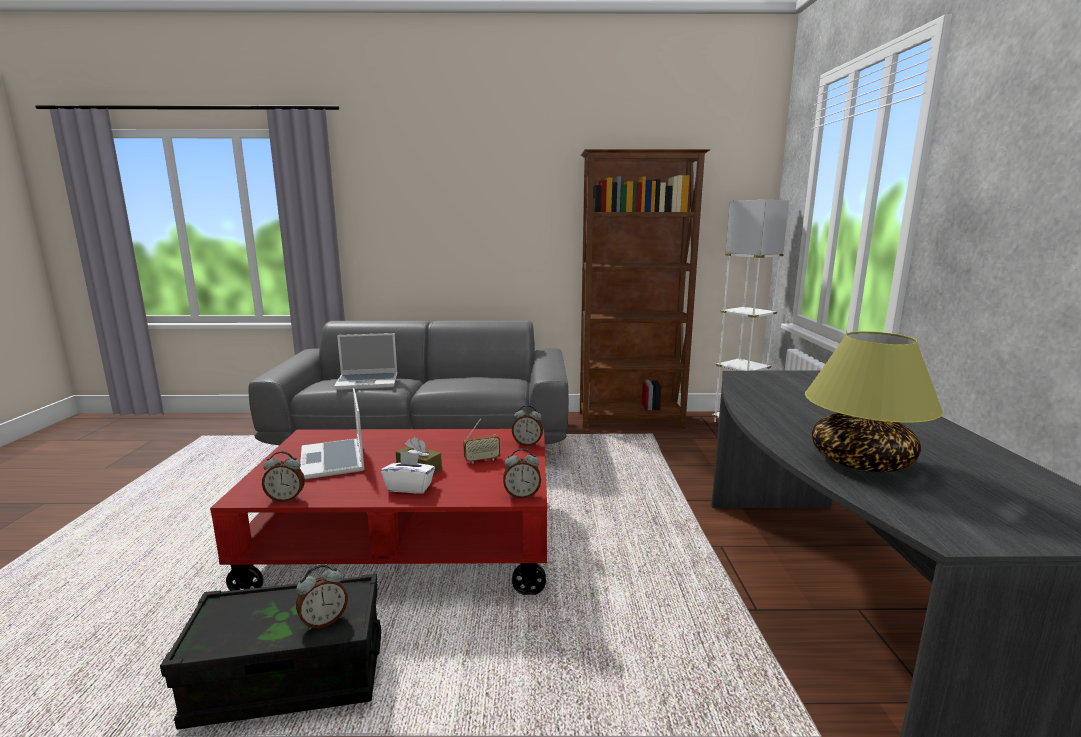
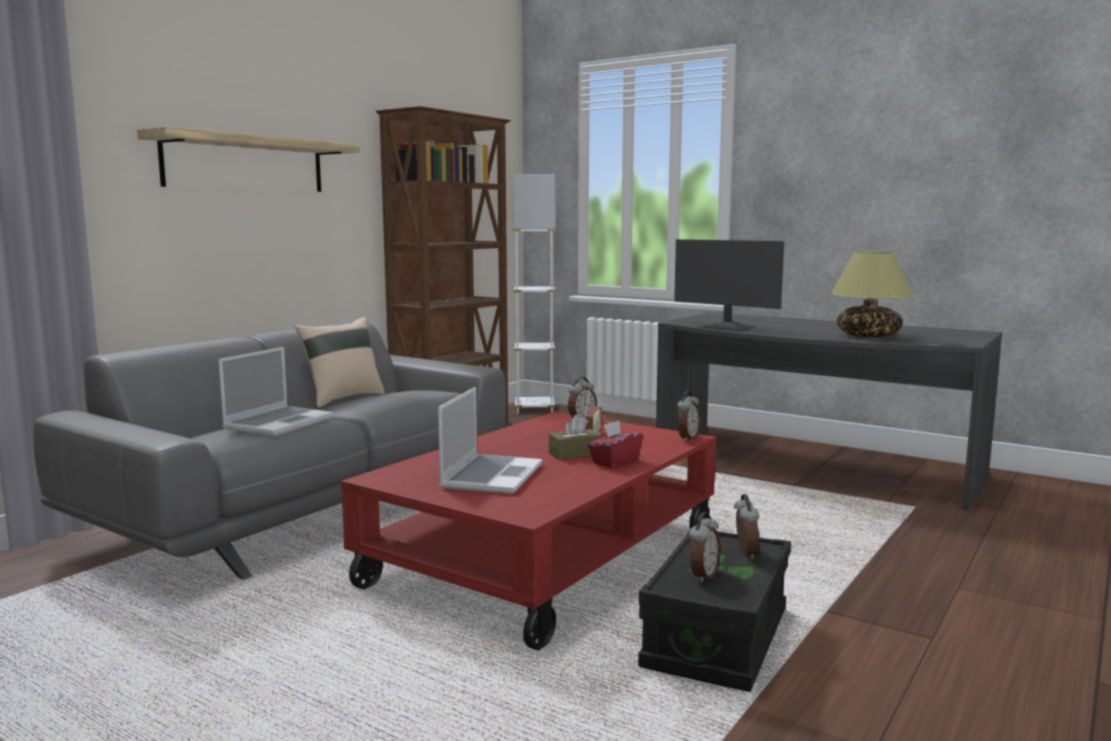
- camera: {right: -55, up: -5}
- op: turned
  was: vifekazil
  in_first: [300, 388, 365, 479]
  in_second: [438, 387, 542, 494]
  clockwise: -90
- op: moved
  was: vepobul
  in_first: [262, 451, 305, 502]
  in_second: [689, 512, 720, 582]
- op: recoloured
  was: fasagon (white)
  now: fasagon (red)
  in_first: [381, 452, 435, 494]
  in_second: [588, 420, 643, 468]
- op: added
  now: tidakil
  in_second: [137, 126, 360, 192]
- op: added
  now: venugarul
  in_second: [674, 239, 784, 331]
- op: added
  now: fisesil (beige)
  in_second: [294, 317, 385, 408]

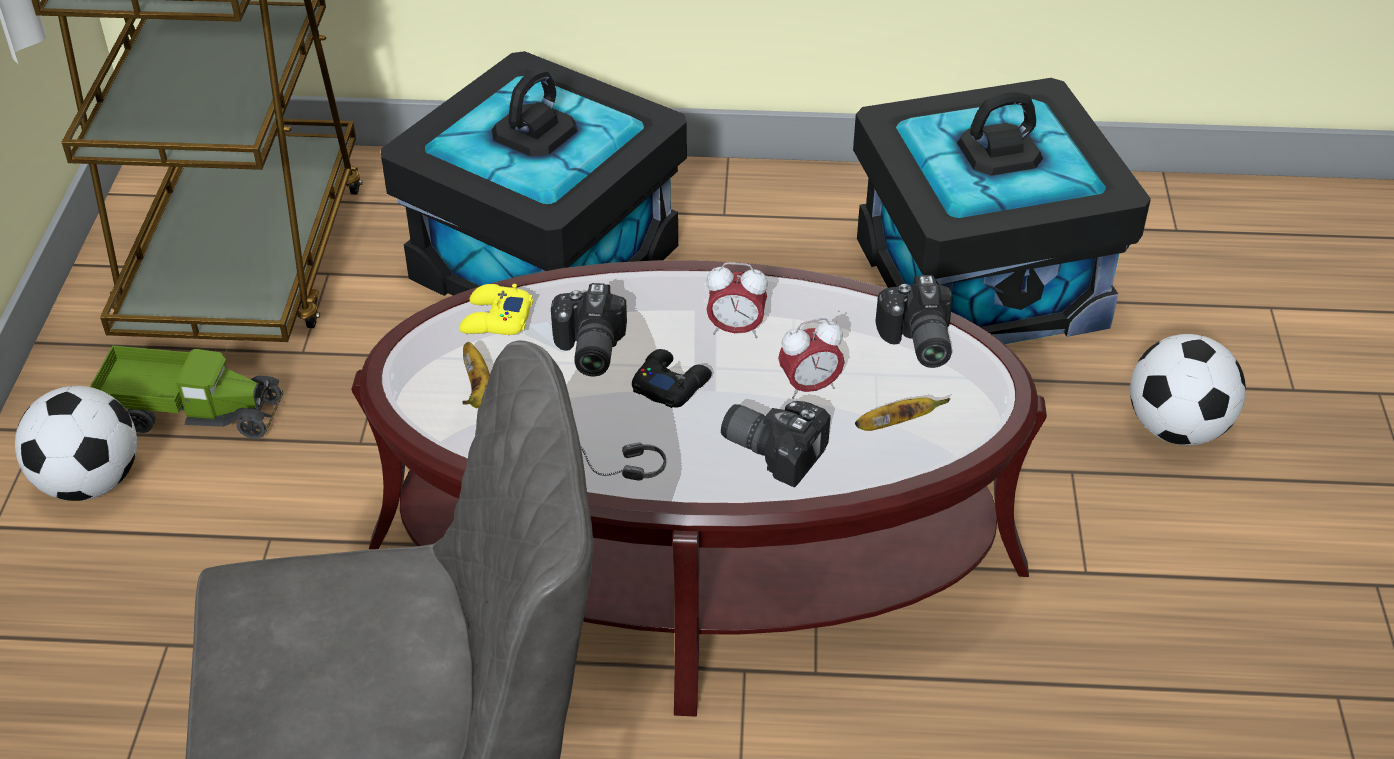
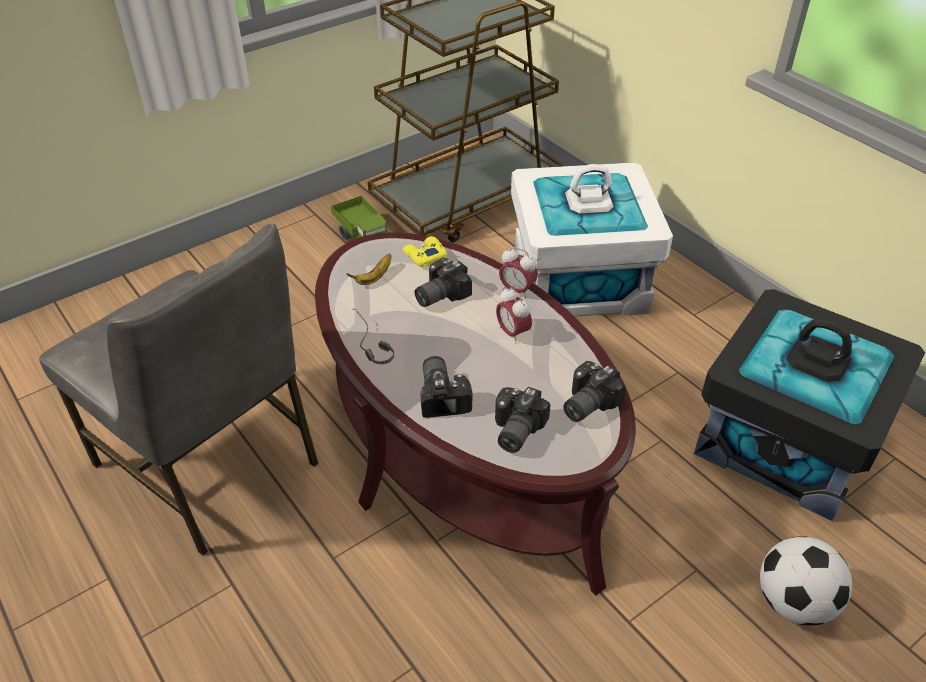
- camera: {right: 50, up: 0}
- op: recoloured
  was: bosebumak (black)
  now: bosebumak (white)
  in_first: [381, 51, 687, 296]
  in_second: [511, 162, 673, 317]
- op: moved
  was: vepobul
  in_first: [778, 318, 845, 399]
  in_second: [499, 247, 538, 298]
- op: removed
  was: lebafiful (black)
  in_first: [632, 349, 712, 408]
- op: removed
  was: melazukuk
  in_first: [15, 386, 137, 501]
- op: replaced
  was: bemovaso
  now: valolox
  in_first: [855, 397, 950, 431]
  in_second: [495, 387, 550, 453]

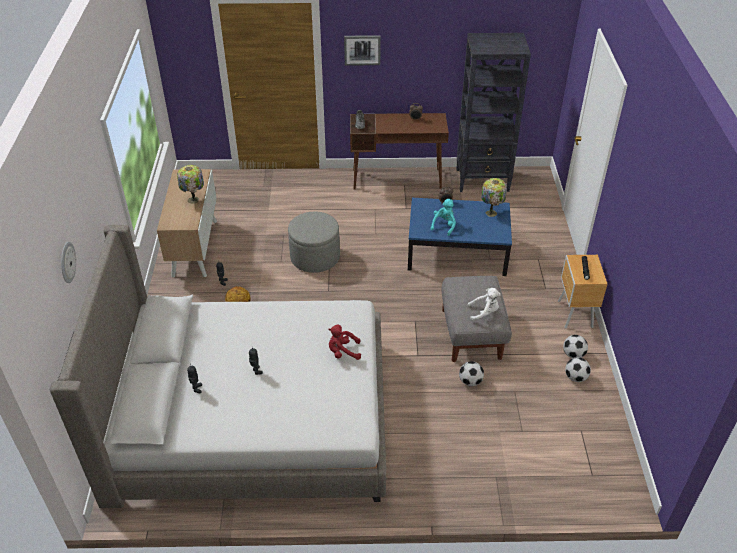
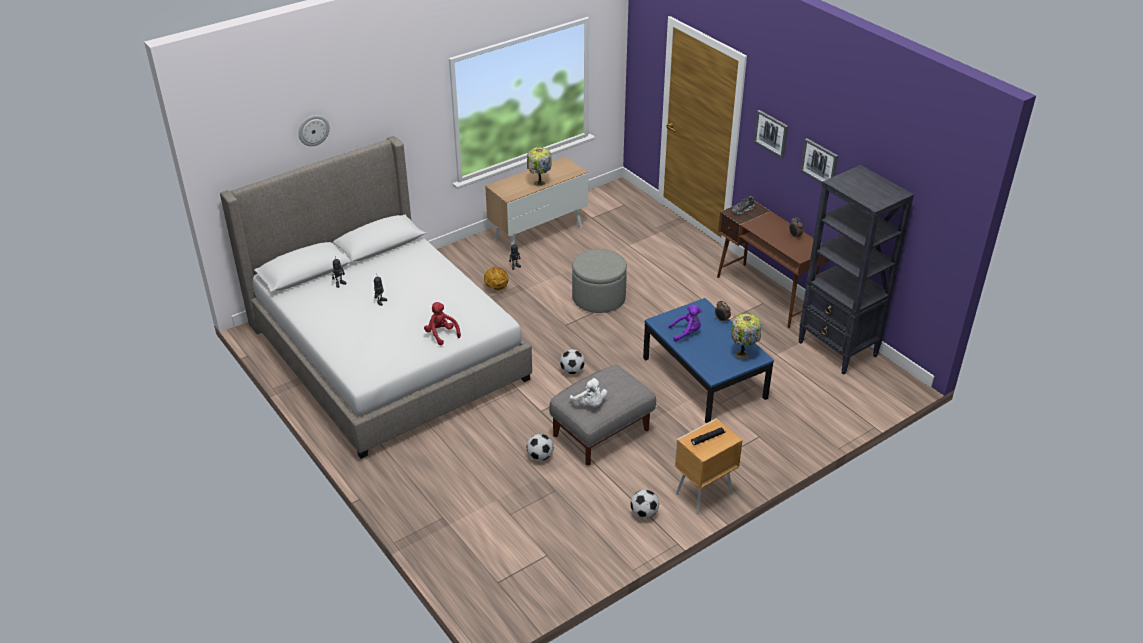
- camera: {right: 55, up: -5}
- op: recoloured
  was: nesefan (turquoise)
  now: nesefan (purple)
  in_first: [431, 199, 456, 236]
  in_second: [669, 305, 702, 342]
- op: moved
  was: melazukuk
  in_first: [565, 357, 591, 382]
  in_second: [560, 349, 585, 374]
- op: added
  now: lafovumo
  in_second: [800, 138, 838, 183]

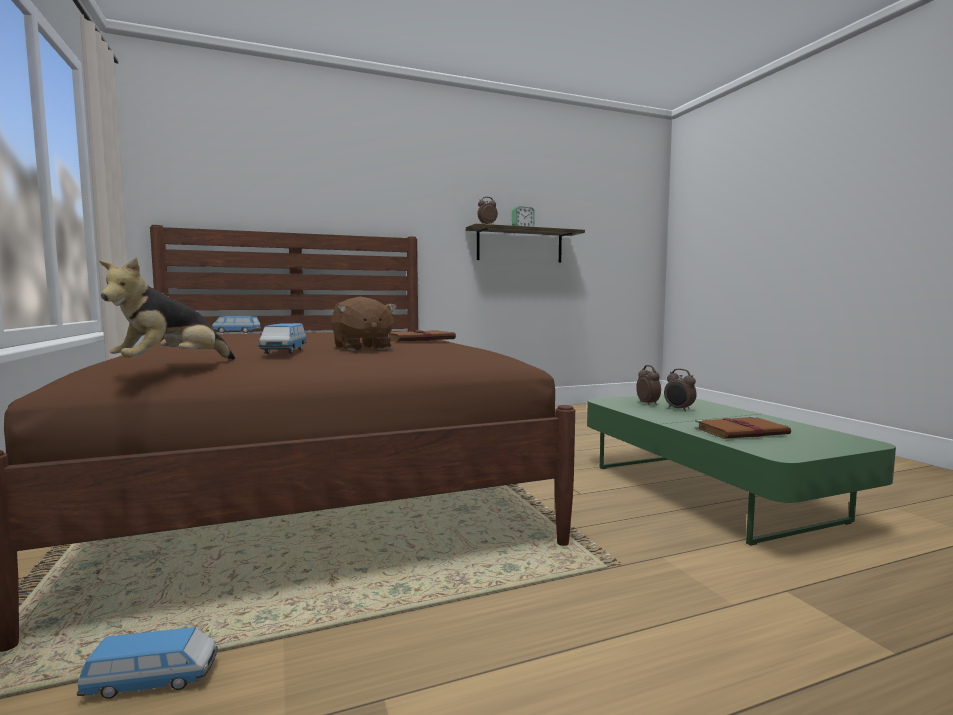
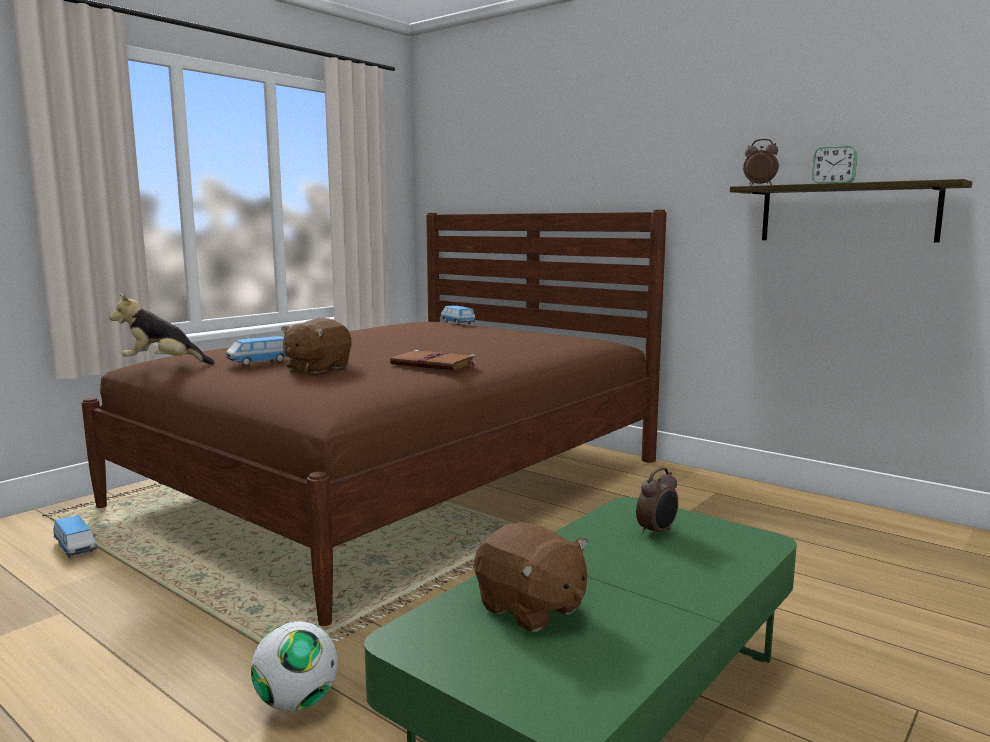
- camera: {right: 60, up: 5}
- op: removed
  was: vepobul
  in_first: [664, 369, 697, 412]
- op: replaced
  was: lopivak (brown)
  now: nesefan (brown)
  in_first: [695, 416, 791, 439]
  in_second: [474, 522, 588, 632]
- op: added
  now: melazukuk
  in_second: [251, 621, 338, 711]

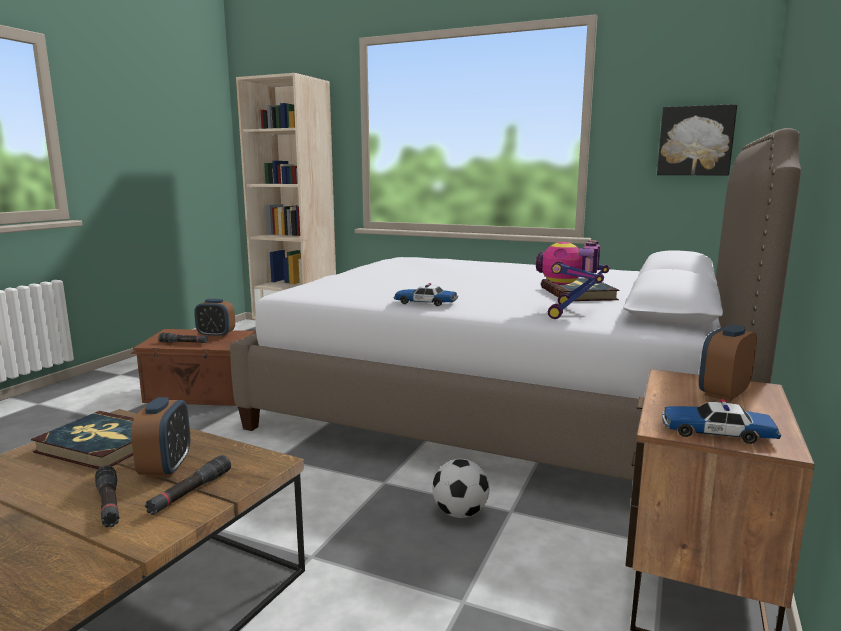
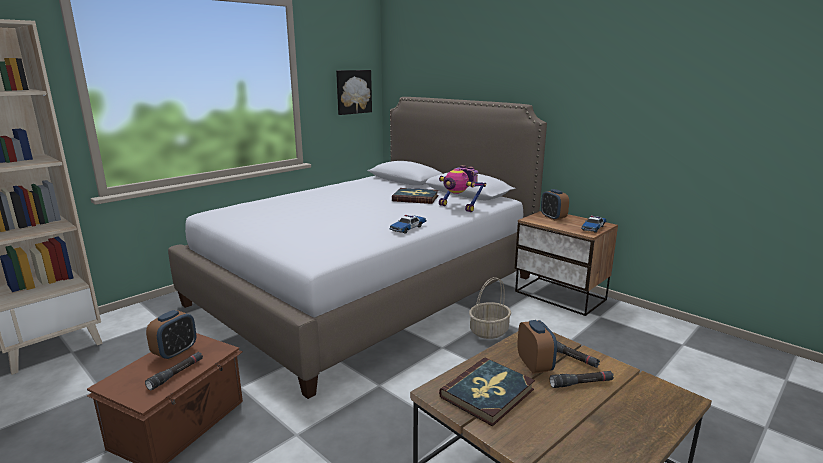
- camera: {right: -70, up: 5}
- op: turned
  was: vepobul
  in_first: [131, 397, 190, 477]
  in_second: [517, 320, 557, 374]
  clockwise: 60
- op: replaced
  was: melazukuk
  now: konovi
  in_first: [432, 459, 489, 518]
  in_second: [469, 277, 511, 339]

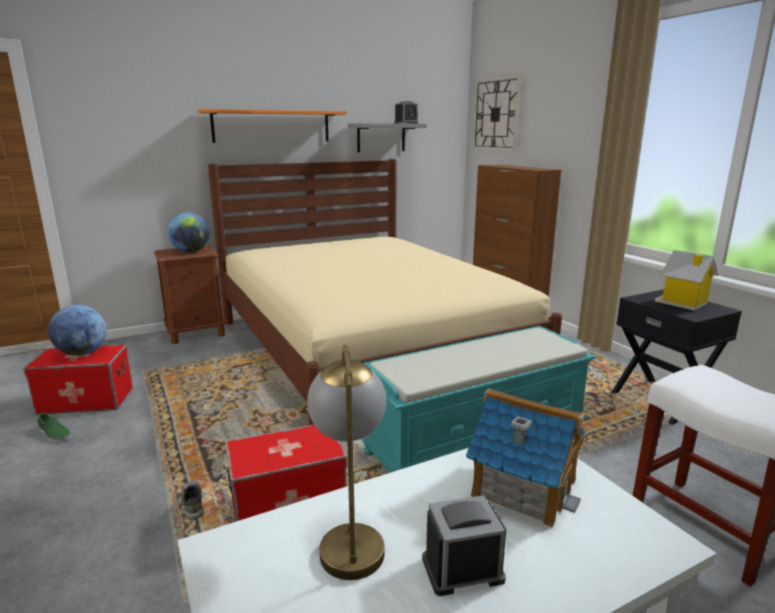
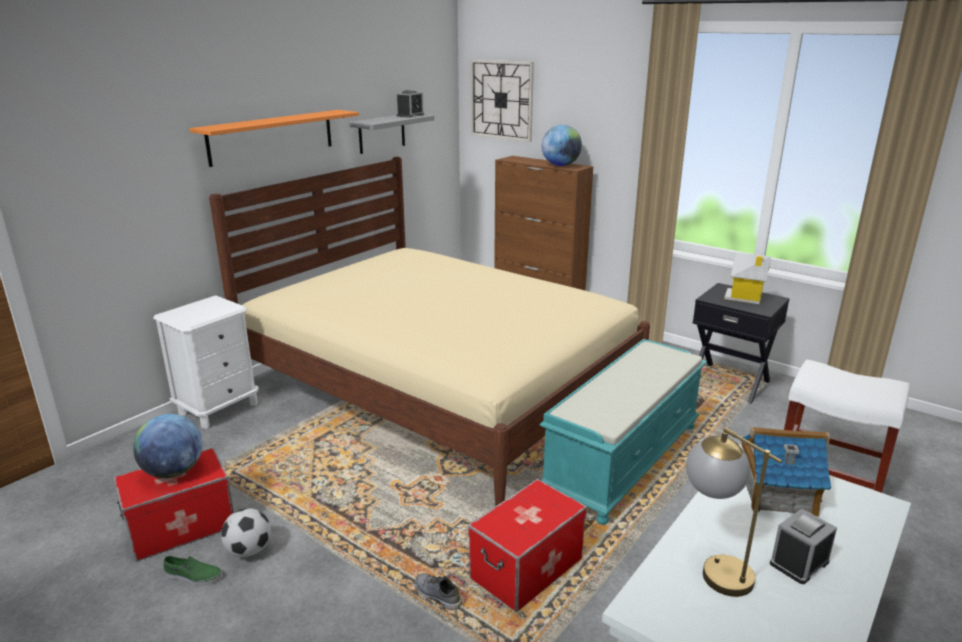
- camera: {right: -25, up: 5}
- op: moved
  was: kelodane
  in_first: [168, 212, 210, 252]
  in_second: [542, 125, 582, 166]
- op: recoloured
  was: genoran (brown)
  now: genoran (white)
  in_first: [154, 245, 226, 344]
  in_second: [153, 295, 259, 429]
- op: added
  now: melazukuk
  in_second: [221, 508, 271, 558]

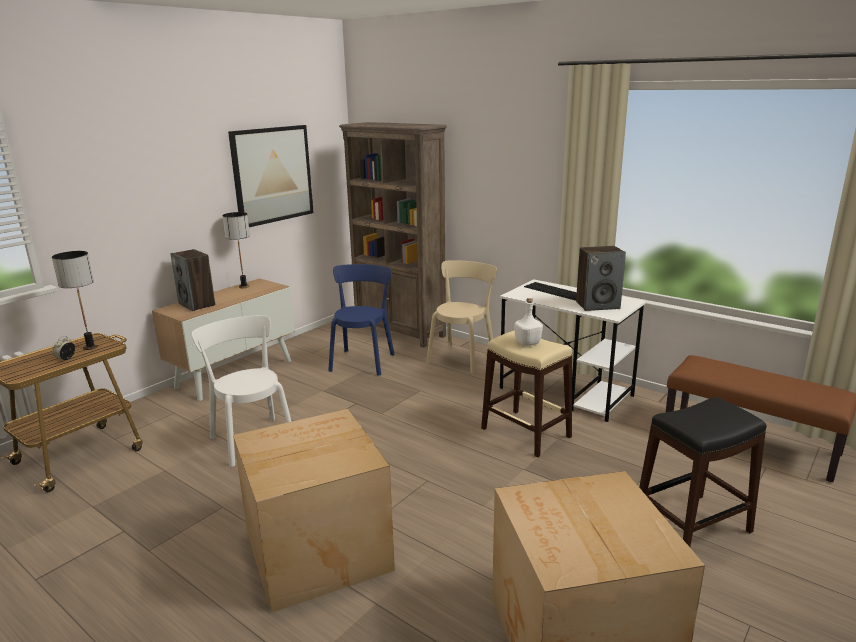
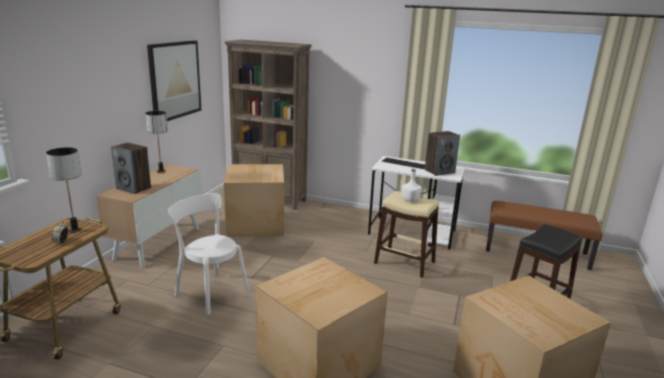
- camera: {right: -20, up: 0}
- op: removed
  was: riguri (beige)
  in_first: [426, 260, 497, 373]
- op: replaced
  was: riguri (blue)
  now: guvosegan
  in_first: [328, 264, 395, 376]
  in_second: [224, 164, 284, 237]

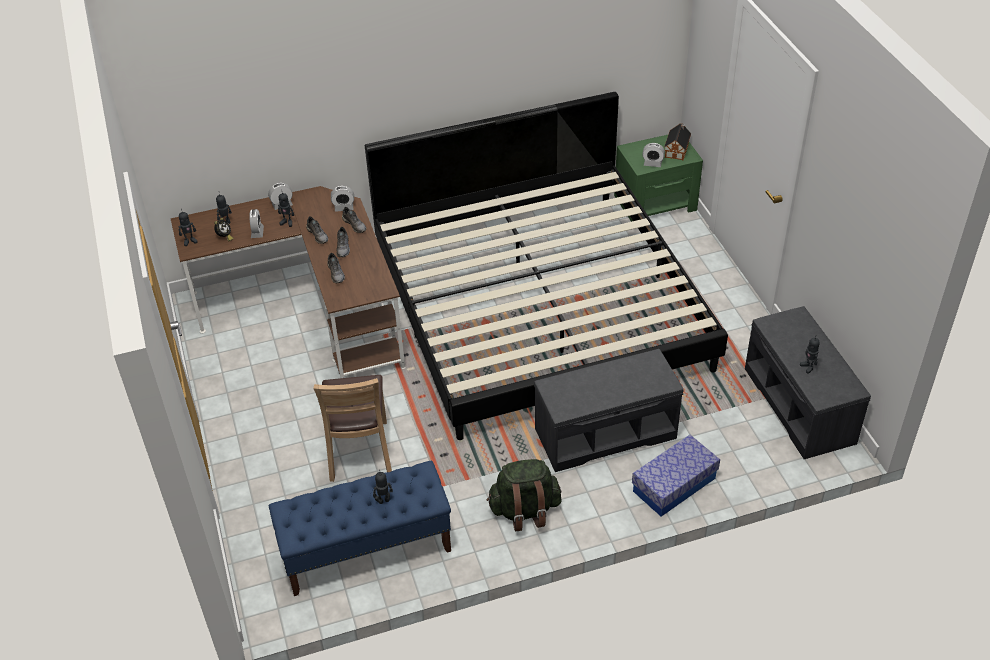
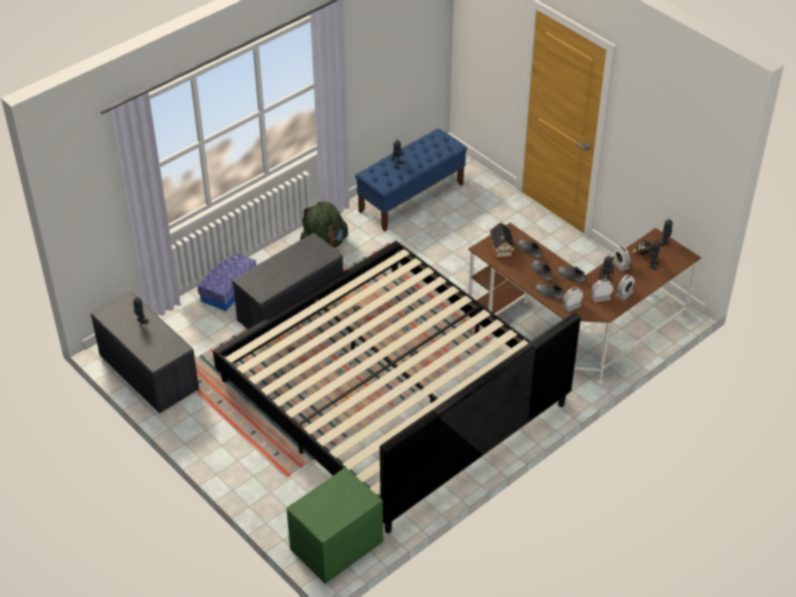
- camera: {right: 155, up: 0}
- op: moved
  was: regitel
  in_first: [664, 123, 691, 160]
  in_second: [490, 223, 515, 258]
- op: moved
  was: vepobul
  in_first: [642, 143, 665, 167]
  in_second: [591, 279, 613, 302]
- op: removed
  was: riguri (brown)
  in_first: [313, 375, 392, 482]

